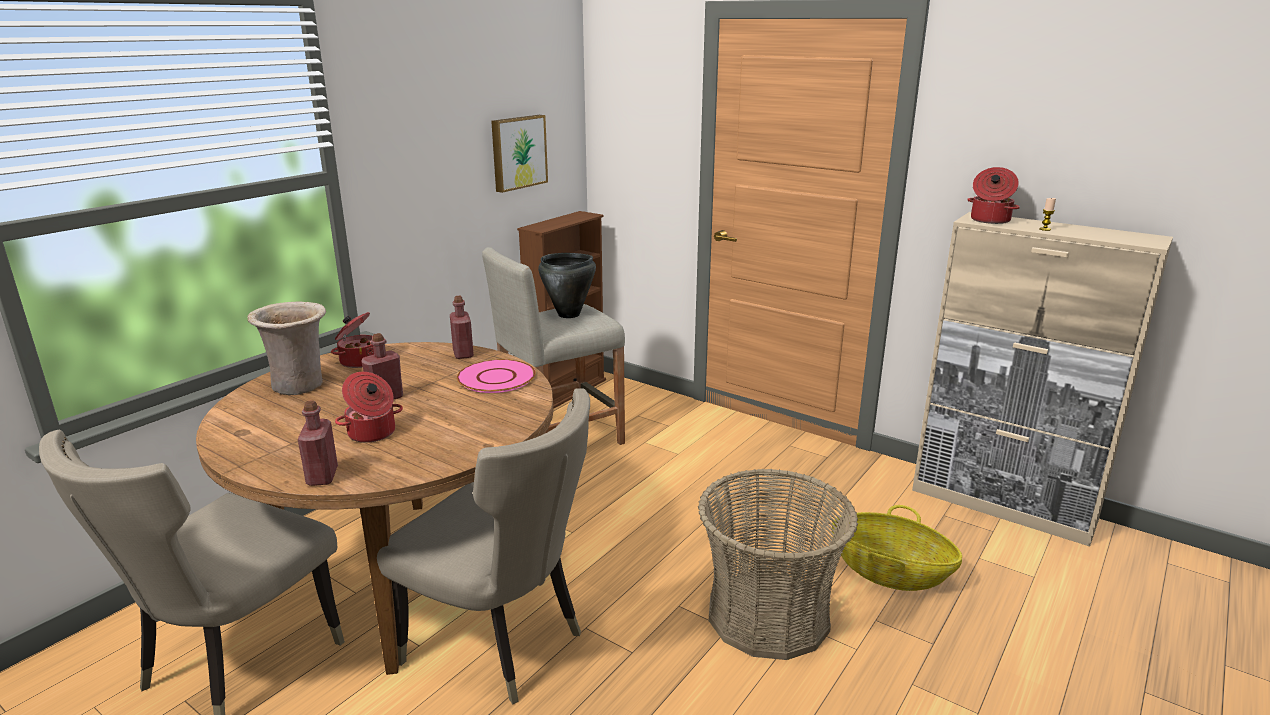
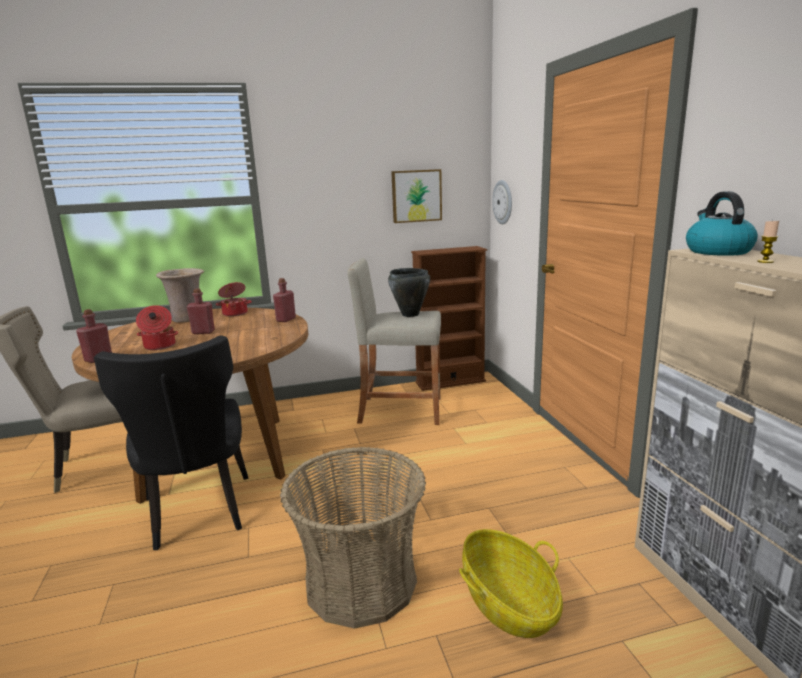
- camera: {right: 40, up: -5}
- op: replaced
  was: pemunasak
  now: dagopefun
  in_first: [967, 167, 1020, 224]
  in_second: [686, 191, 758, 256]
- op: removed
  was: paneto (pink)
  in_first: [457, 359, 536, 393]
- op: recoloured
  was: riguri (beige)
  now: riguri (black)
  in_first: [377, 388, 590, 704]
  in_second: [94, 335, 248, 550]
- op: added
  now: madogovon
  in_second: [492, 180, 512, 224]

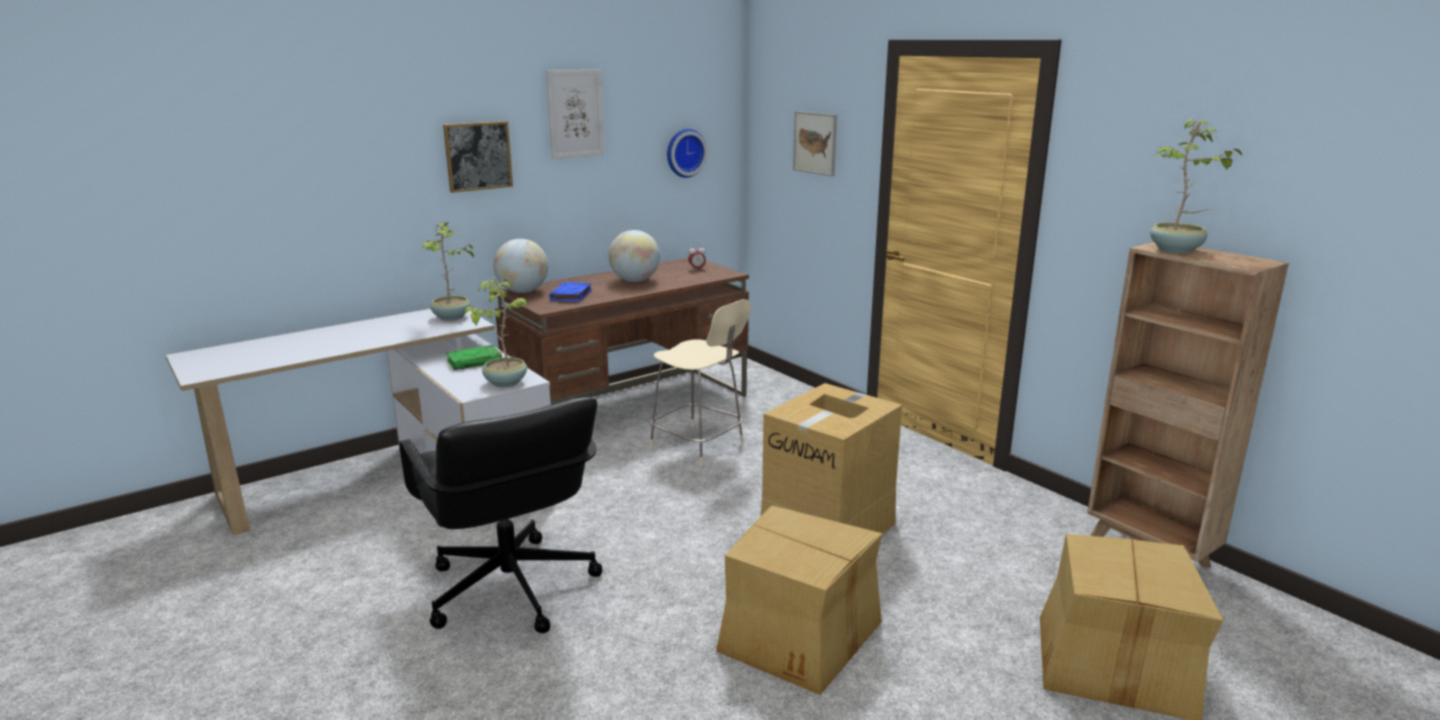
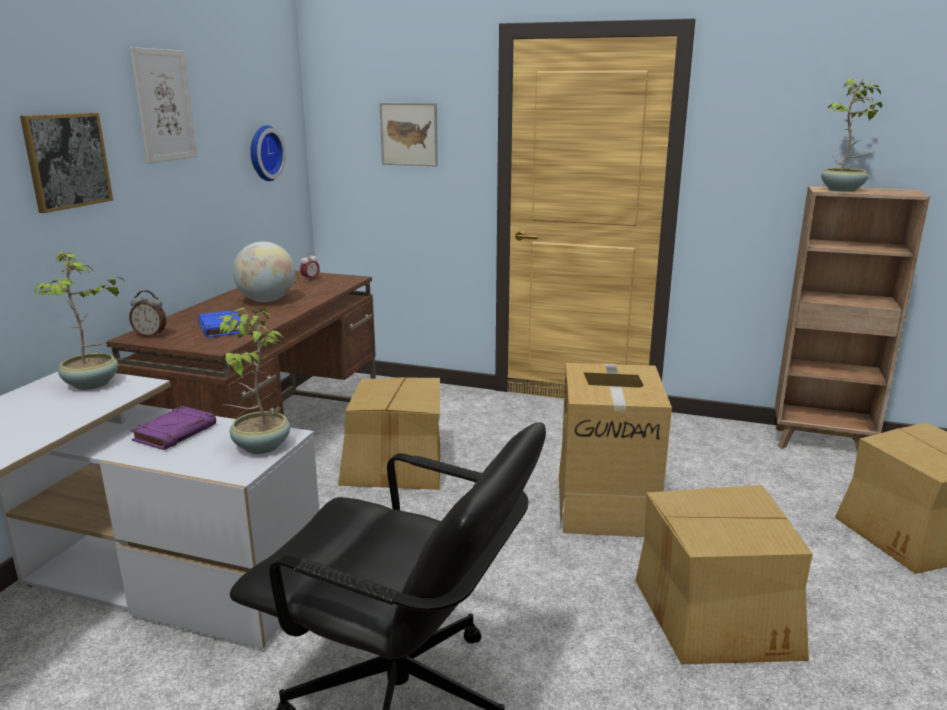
- camera: {right: -35, up: 0}
- op: replaced
  was: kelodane
  now: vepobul
  in_first: [493, 239, 548, 293]
  in_second: [129, 290, 166, 337]
- op: replaced
  was: riguri (beige)
  now: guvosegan
  in_first: [650, 299, 751, 466]
  in_second: [338, 377, 440, 490]
- op: recoloured
  was: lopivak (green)
  now: lopivak (purple)
  in_first: [446, 345, 502, 370]
  in_second: [130, 406, 216, 450]

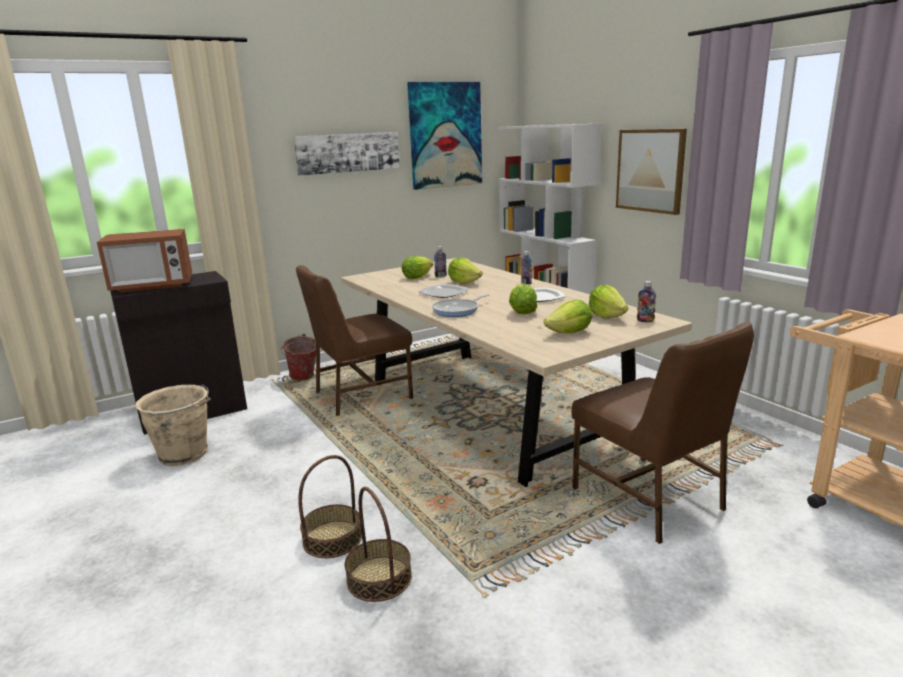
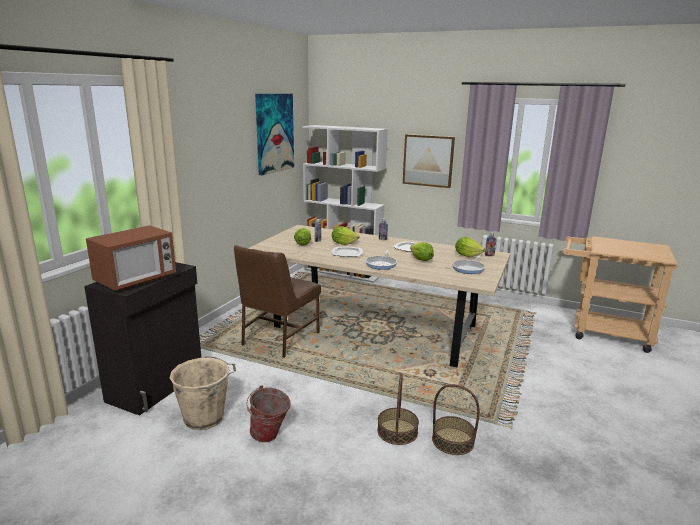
- camera: {right: -35, up: 0}
- op: removed
  was: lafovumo
  in_first: [294, 132, 400, 176]
- op: replaced
  was: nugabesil
  now: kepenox
  in_first: [544, 300, 592, 334]
  in_second: [452, 256, 485, 274]
- op: removed
  was: riguri (brown)
  in_first: [572, 322, 754, 544]
- op: moved
  was: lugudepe
  in_first: [280, 334, 316, 380]
  in_second: [247, 385, 291, 442]

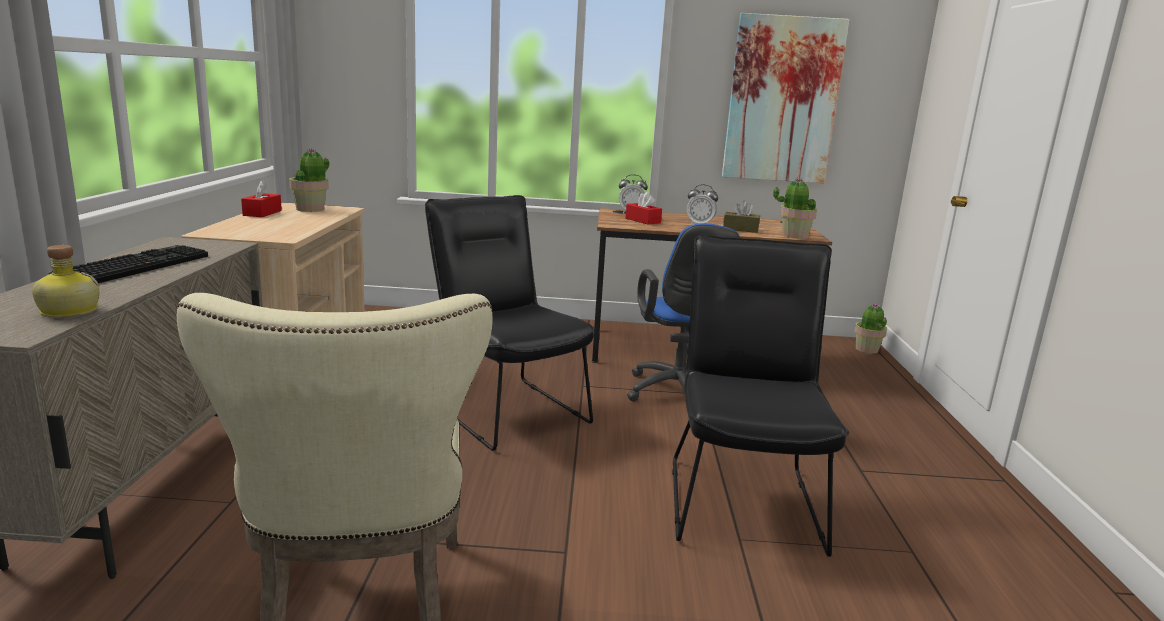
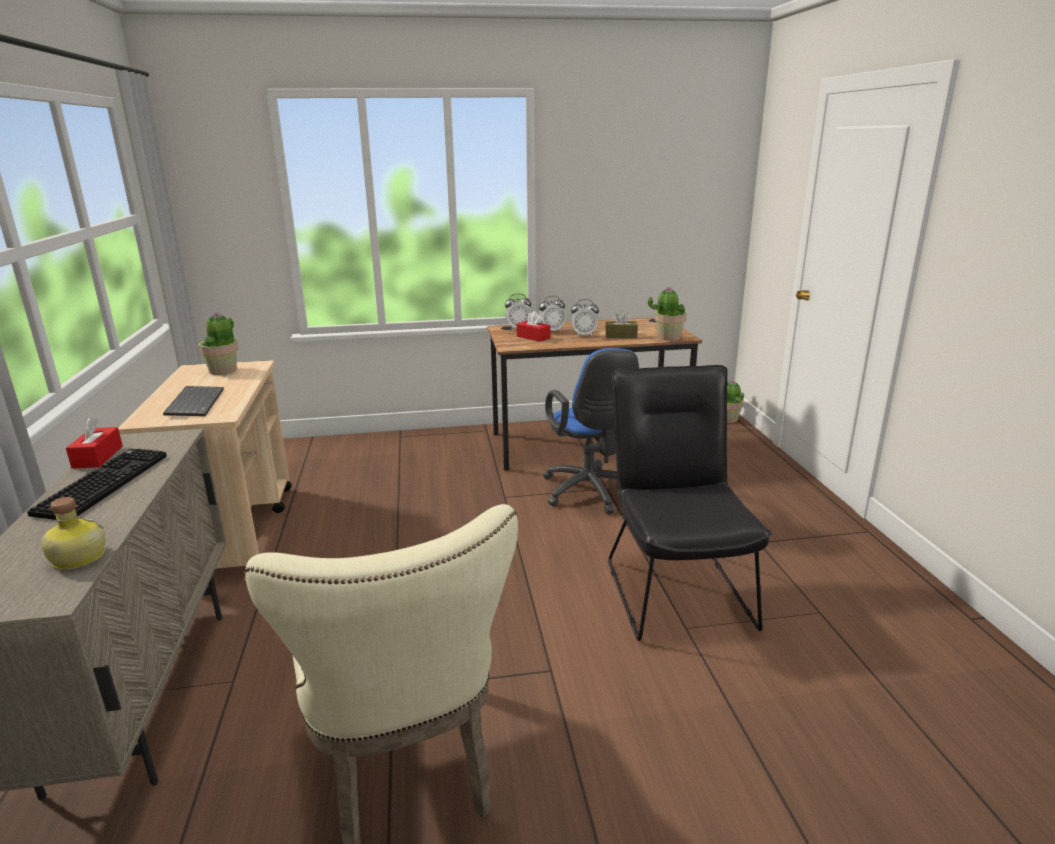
- camera: {right: -10, up: 5}
- op: removed
  was: lafovumo
  in_first: [722, 13, 849, 183]
- op: moved
  was: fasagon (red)
  in_first: [241, 180, 282, 217]
  in_second: [66, 417, 123, 469]
- op: removed
  was: riguri (black)
  in_first: [425, 195, 595, 451]
- op: added
  now: vepobul
  in_second: [539, 296, 566, 331]
- op: added
  now: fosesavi
  in_second: [163, 386, 224, 416]

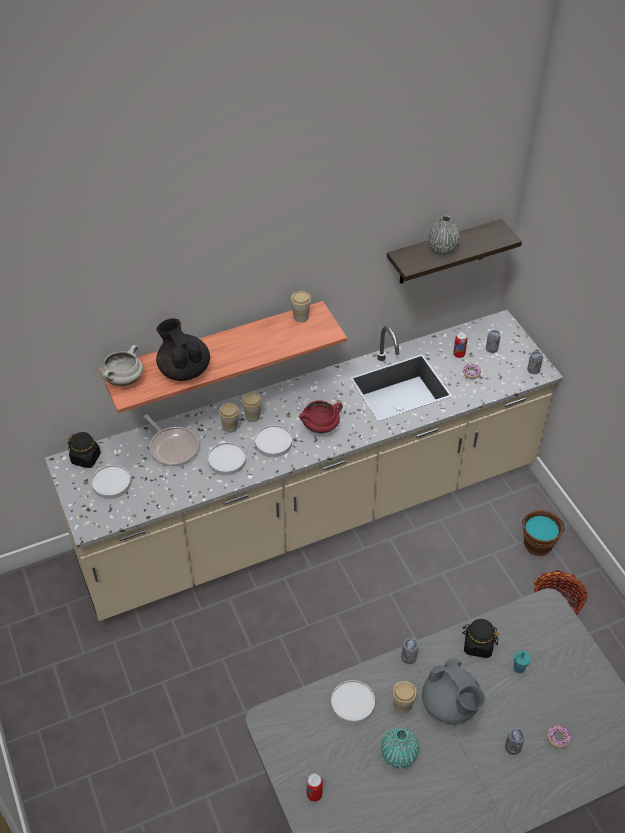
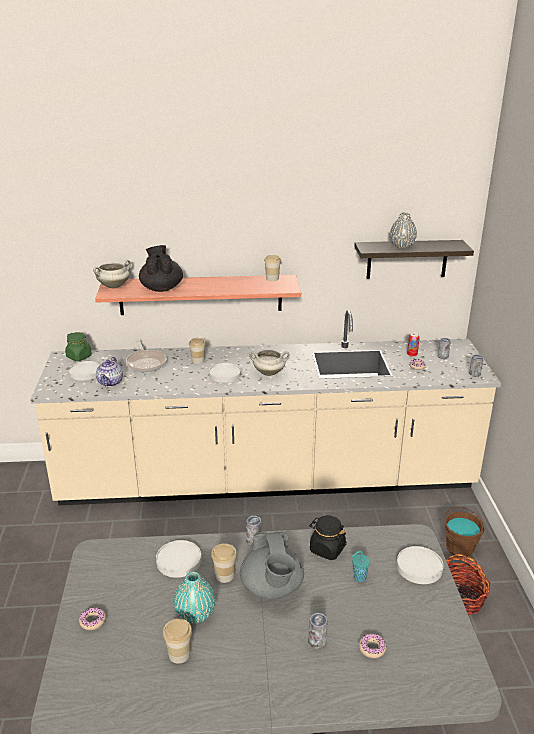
- camera: {right: 20, up: -20}
- op: moved
  was: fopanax
  in_first: [242, 393, 262, 422]
  in_second: [163, 619, 192, 664]
- op: recoloured
  was: pemunasak (red)
  now: pemunasak (white)
  in_first: [299, 400, 343, 434]
  in_second: [249, 349, 289, 376]
- op: recoloured
  was: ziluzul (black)
  now: ziluzul (green)
  in_first: [67, 432, 101, 468]
  in_second: [65, 332, 92, 361]
- op: moved
  was: paneto (white)
  in_first: [208, 442, 246, 475]
  in_second: [397, 546, 443, 584]
- op: replaced
  was: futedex
  now: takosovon
  in_first: [306, 773, 323, 802]
  in_second: [79, 607, 106, 630]
- op: added
  now: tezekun
  in_second: [96, 357, 123, 387]

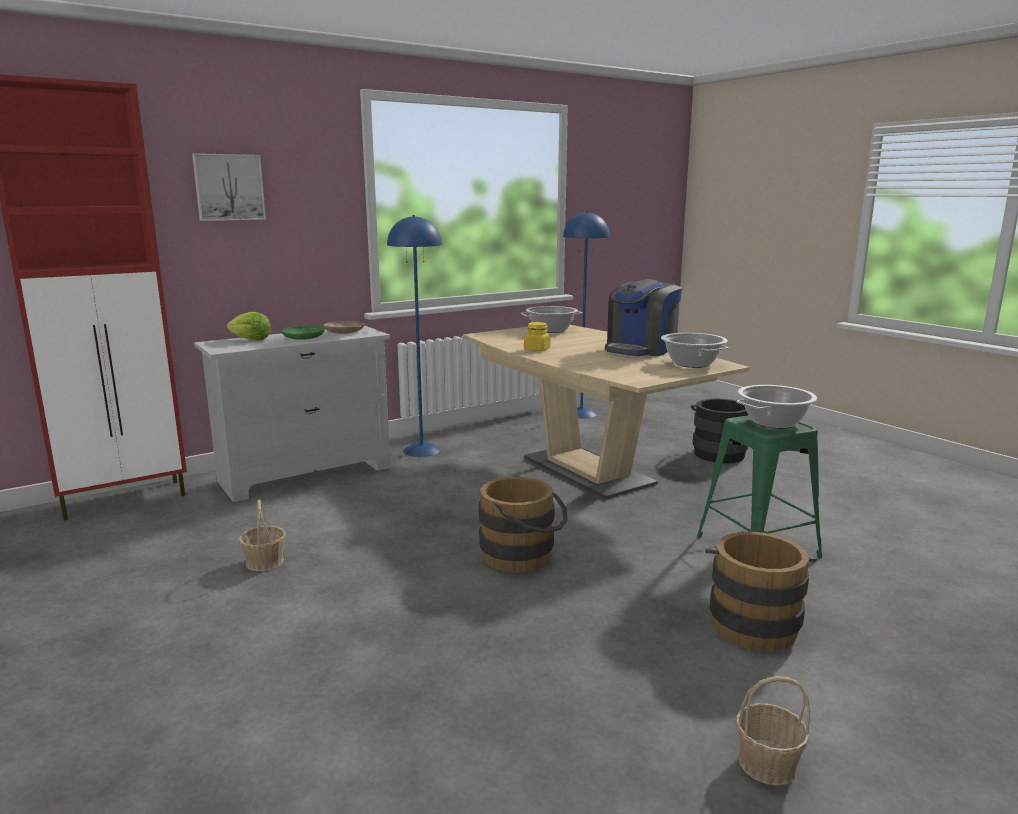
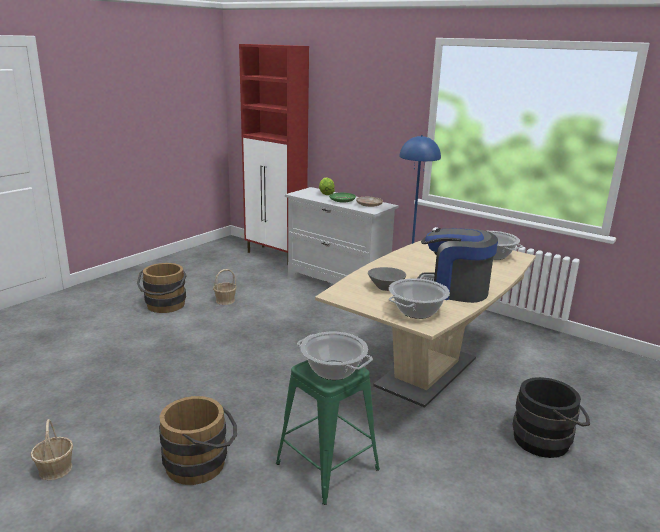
- camera: {right: 70, up: 5}
- op: removed
  was: lafovumo
  in_first: [192, 153, 266, 221]
- op: removed
  was: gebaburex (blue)
  in_first: [563, 211, 610, 419]
- op: removed
  was: ziluzul (yellow)
  in_first: [524, 322, 551, 351]
- op: moved
  was: lugudepe (brown)
  in_first: [479, 477, 568, 573]
  in_second: [137, 263, 187, 313]
- op: added
  now: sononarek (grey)
  in_second: [368, 267, 406, 291]

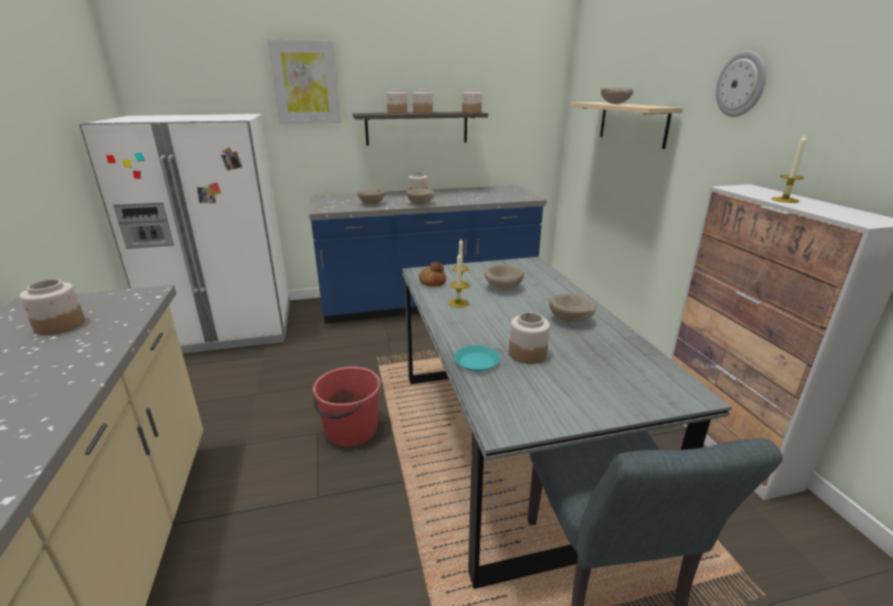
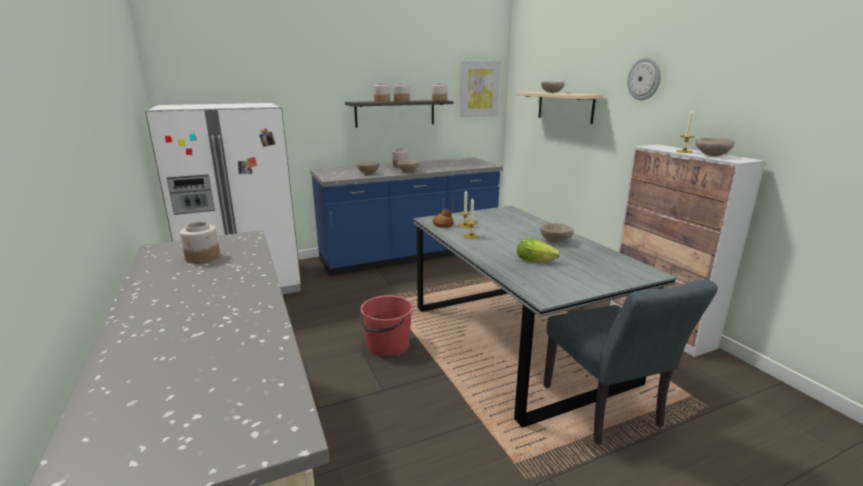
- camera: {right: -10, up: -5}
- op: moved
  was: lafovumo
  in_first: [267, 39, 341, 124]
  in_second: [460, 61, 500, 117]
- op: moved
  was: sononarek (beige)
  in_first: [484, 265, 524, 290]
  in_second: [696, 138, 734, 156]
- op: replaced
  was: ziluzul
  now: nugabesil
  in_first: [509, 312, 550, 364]
  in_second: [517, 238, 560, 262]
- op: removed
  was: paneto (turquoise)
  in_first: [454, 345, 500, 372]

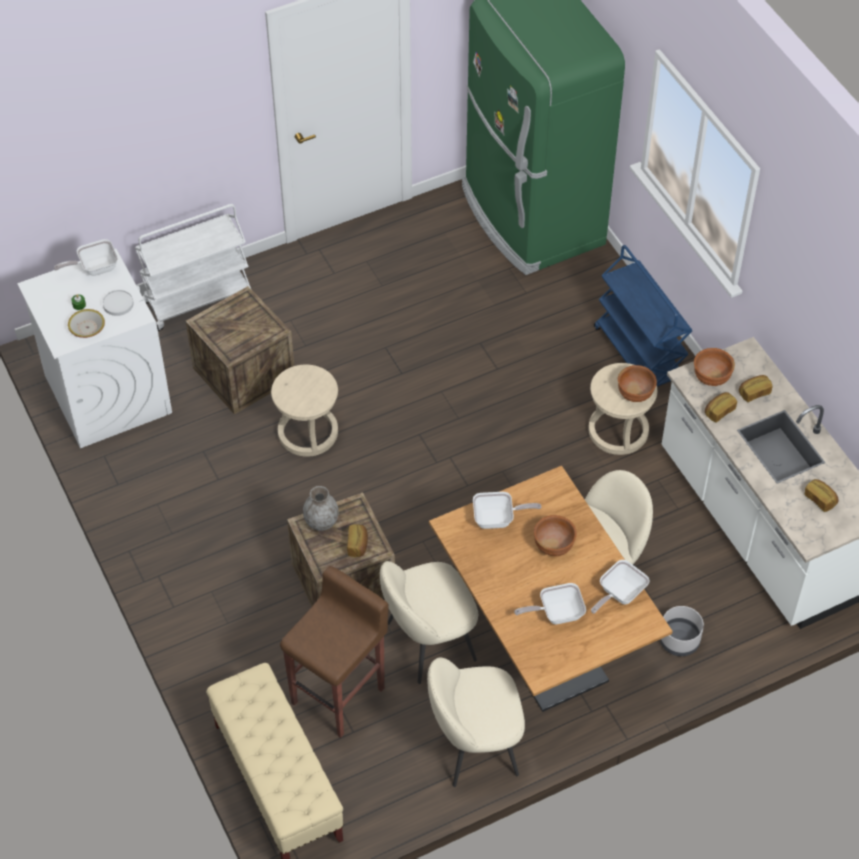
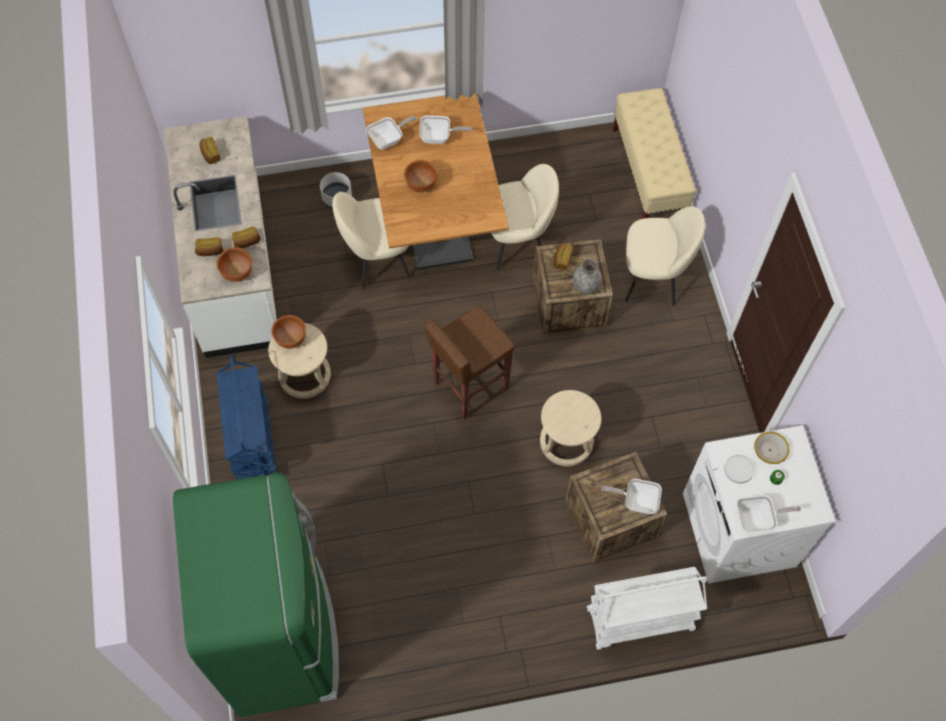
- camera: {right: -165, up: 10}
- op: moved
  was: kepenox
  in_first: [473, 492, 542, 529]
  in_second: [602, 479, 662, 514]
- op: moved
  was: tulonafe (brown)
  in_first: [280, 566, 389, 738]
  in_second: [425, 306, 515, 419]
- op: moved
  was: riguri (beige)
  in_first: [427, 657, 525, 787]
  in_second: [625, 206, 705, 306]

